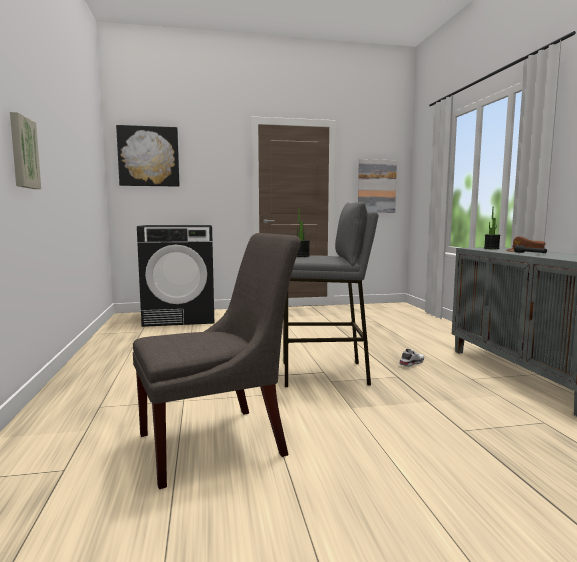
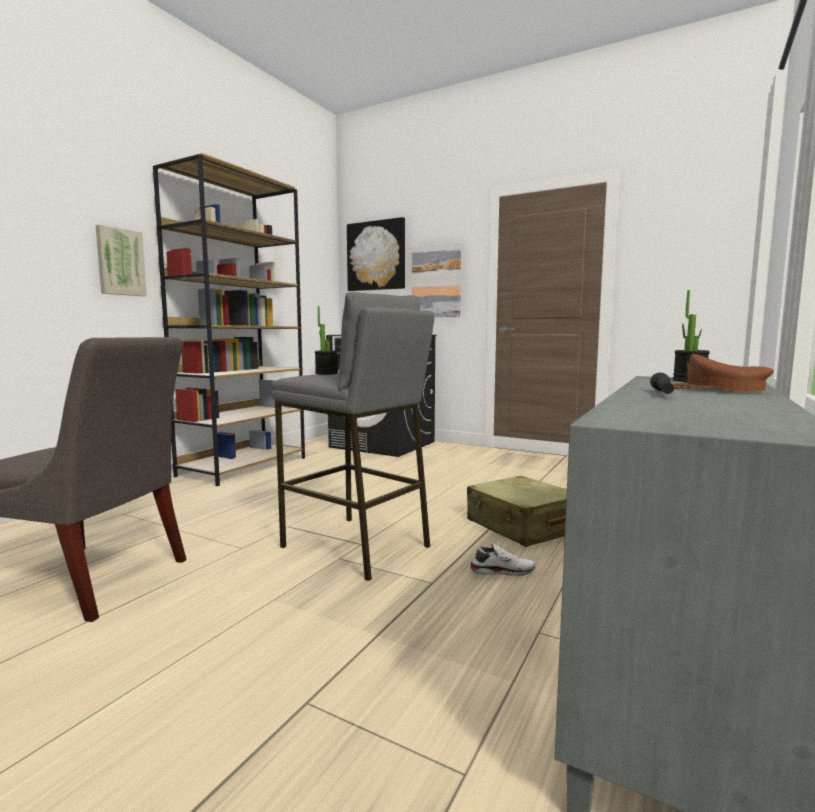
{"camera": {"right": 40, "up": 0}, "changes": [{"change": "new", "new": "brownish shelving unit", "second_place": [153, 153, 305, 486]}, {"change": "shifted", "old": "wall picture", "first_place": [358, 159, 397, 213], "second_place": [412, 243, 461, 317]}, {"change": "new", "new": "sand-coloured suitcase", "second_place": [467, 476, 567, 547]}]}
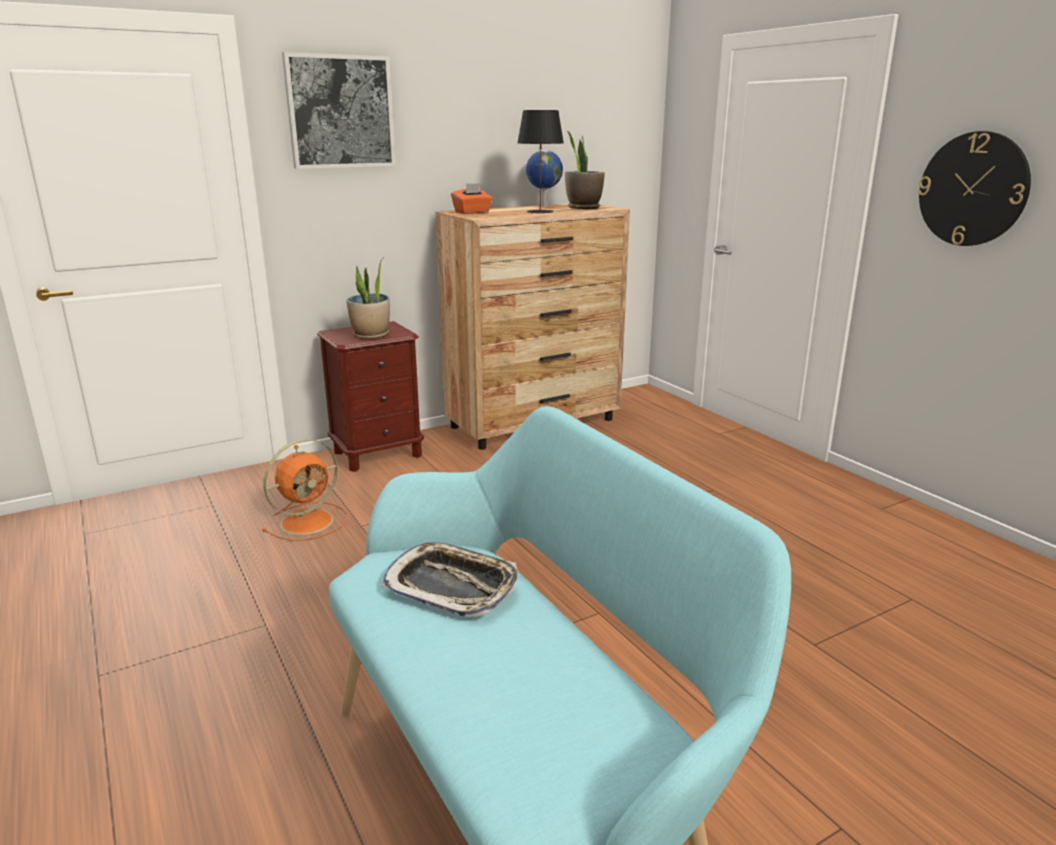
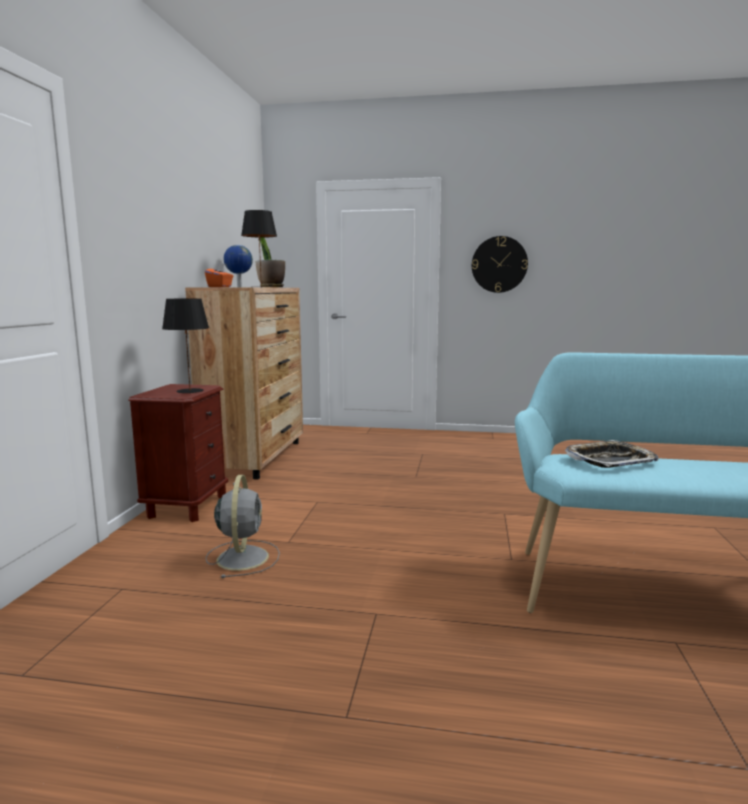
{"camera": {"right": -50, "up": -10}, "changes": [{"change": "swapped", "old": "plant in a pot", "new": "blackish tabletop lamp", "first_place": [346, 257, 390, 339], "second_place": [162, 299, 209, 393]}, {"change": "repainted", "old": "orange fan", "new": "gray fan", "first_place": [262, 439, 348, 541], "second_place": [206, 475, 280, 578]}, {"change": "gone", "old": "wall picture", "first_place": [282, 52, 396, 169]}]}
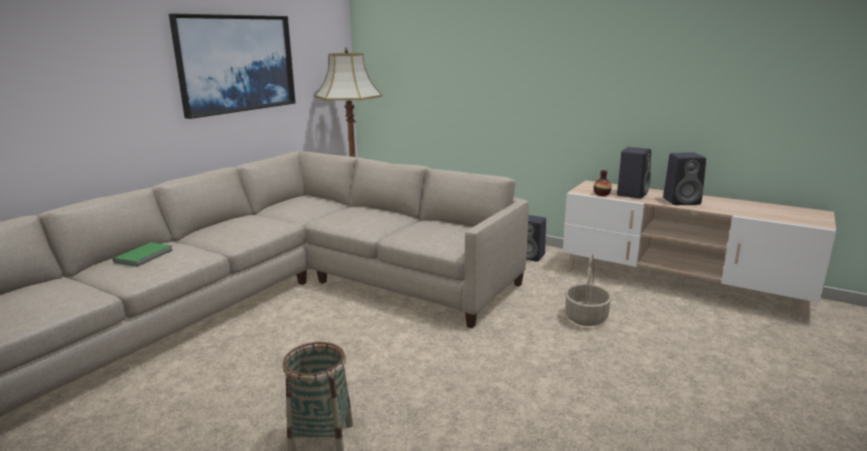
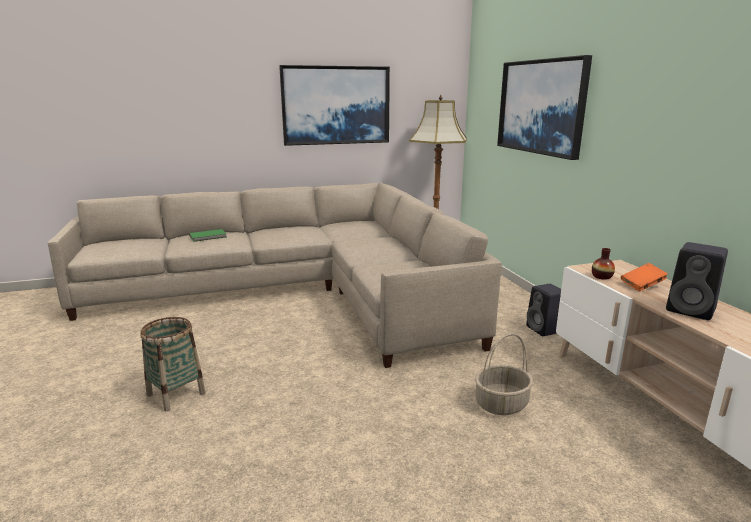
{"camera": {"right": 40, "up": 0}, "changes": [{"change": "new", "new": "wall picture", "second_place": [497, 55, 592, 160]}, {"change": "swapped", "old": "blackish audio speaker", "new": "orange book", "first_place": [617, 147, 651, 198], "second_place": [621, 263, 668, 291]}]}
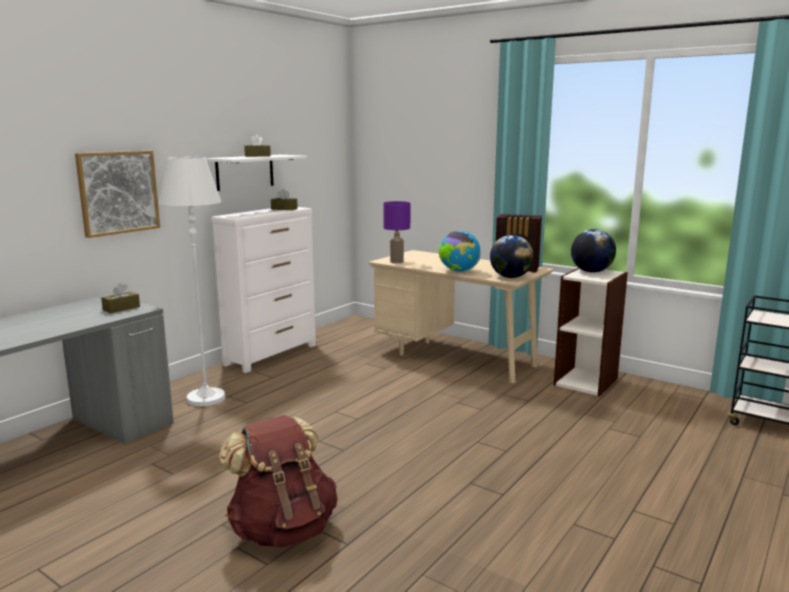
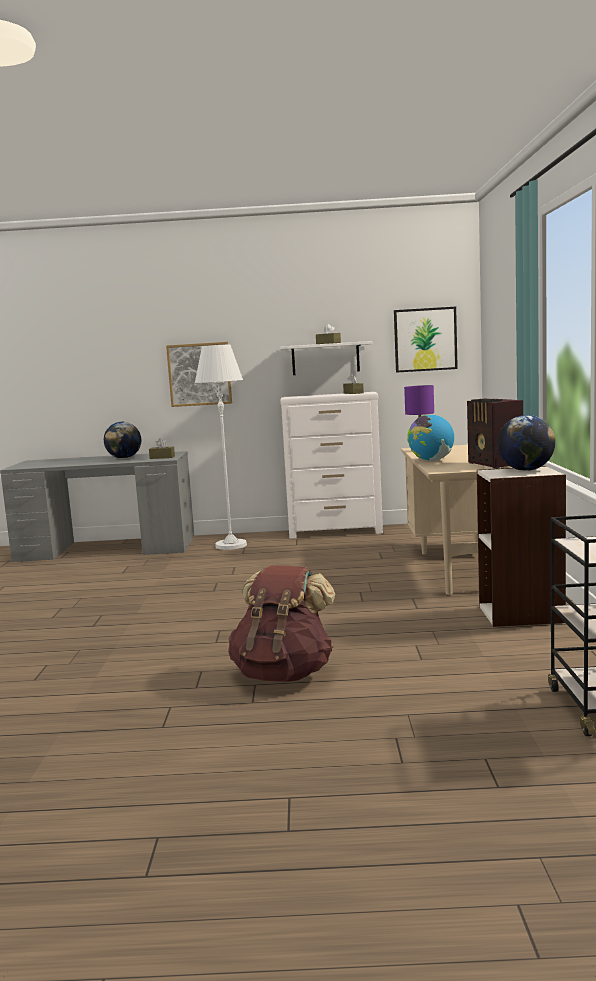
{"camera": {"right": 55, "up": -5}, "changes": [{"change": "shifted", "old": "desk globe", "first_place": [490, 235, 534, 278], "second_place": [104, 422, 141, 459]}, {"change": "shifted", "old": "brownish rucksack", "first_place": [219, 415, 337, 548], "second_place": [228, 565, 335, 682]}, {"change": "new", "new": "wall picture", "second_place": [394, 307, 458, 373]}]}
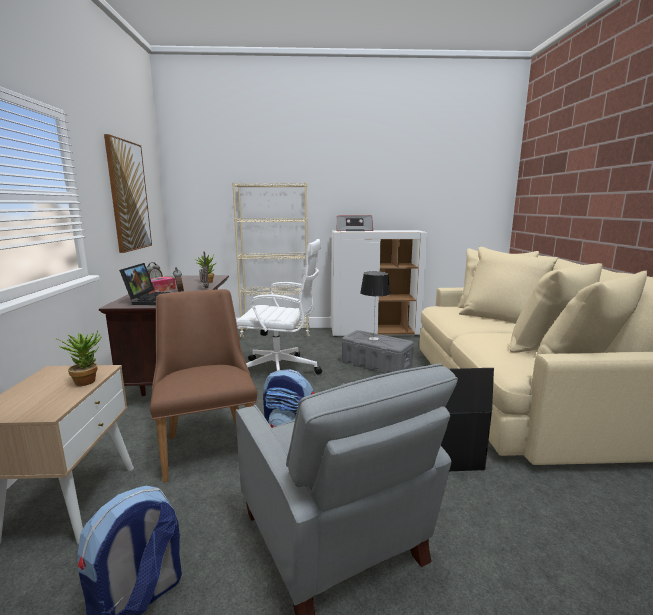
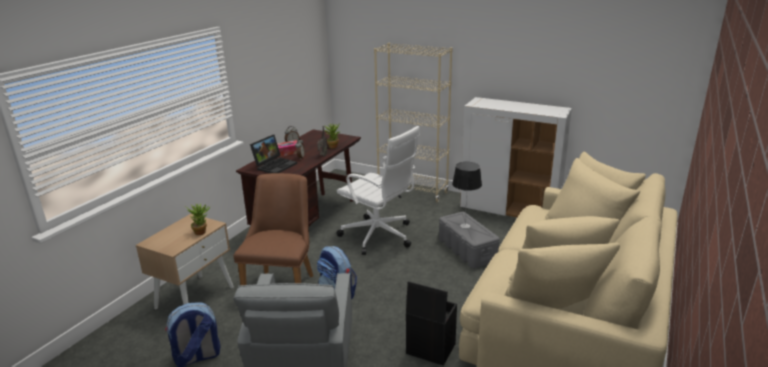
{"camera": {"right": 30, "up": 10}, "changes": [{"change": "gone", "old": "wall picture", "first_place": [104, 134, 152, 253]}, {"change": "gone", "old": "radio", "first_place": [337, 215, 373, 231]}]}
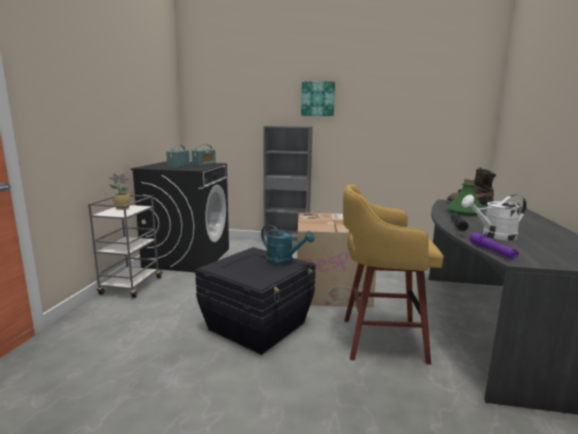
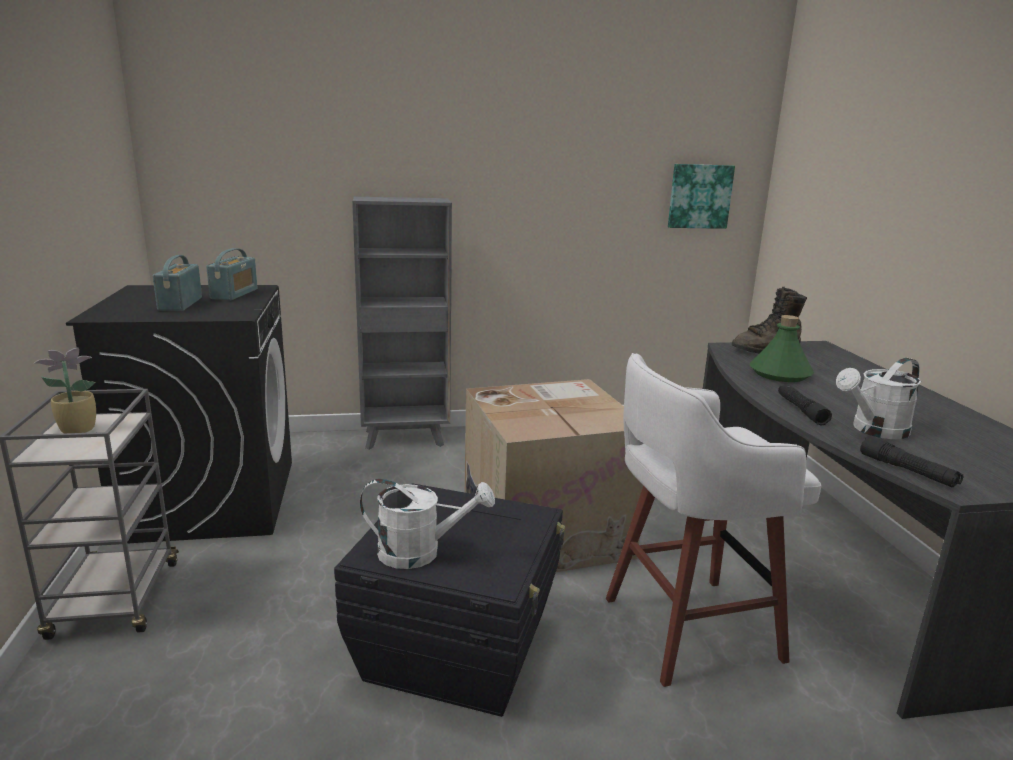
{"camera": {"right": -20, "up": 5}, "changes": [{"change": "new", "new": "white watering pot", "second_place": [359, 479, 495, 569]}, {"change": "repainted", "old": "yellow sitting stool", "new": "white sitting stool", "first_place": [343, 184, 444, 365], "second_place": [606, 353, 822, 687]}, {"change": "shifted", "old": "wall picture", "first_place": [301, 82, 335, 116], "second_place": [668, 164, 735, 229]}, {"change": "repainted", "old": "purplish hand torch", "new": "blackish hand torch", "first_place": [469, 232, 519, 259], "second_place": [860, 436, 963, 487]}, {"change": "gone", "old": "turquoise watering pot", "first_place": [261, 224, 315, 265]}]}
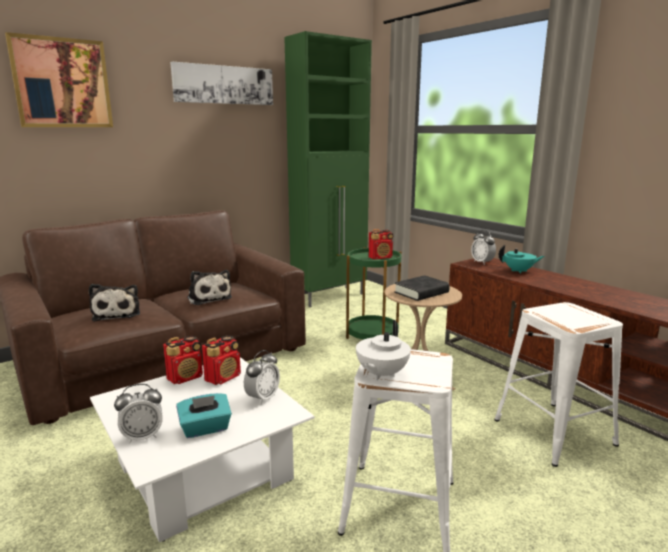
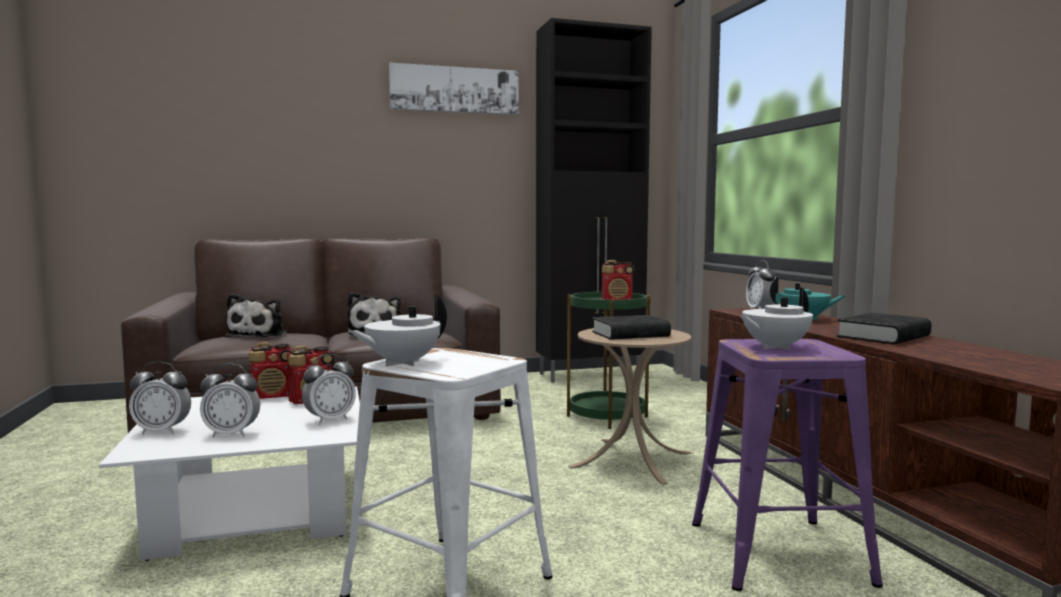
{"camera": {"right": 20, "up": -10}, "changes": [{"change": "swapped", "old": "turquoise tissue holder", "new": "table clock", "first_place": [176, 393, 232, 438], "second_place": [200, 364, 260, 437]}, {"change": "repainted", "old": "green-coloured cupboard", "new": "blackish cupboard", "first_place": [284, 31, 372, 307], "second_place": [536, 18, 652, 383]}, {"change": "repainted", "old": "white sitting stool", "new": "purplish sitting stool", "first_place": [494, 302, 623, 467], "second_place": [692, 339, 883, 591]}, {"change": "new", "new": "white tea pot", "second_place": [741, 287, 813, 350]}, {"change": "new", "new": "blackish book", "second_place": [837, 313, 931, 344]}, {"change": "gone", "old": "wall picture", "first_place": [5, 32, 113, 127]}]}
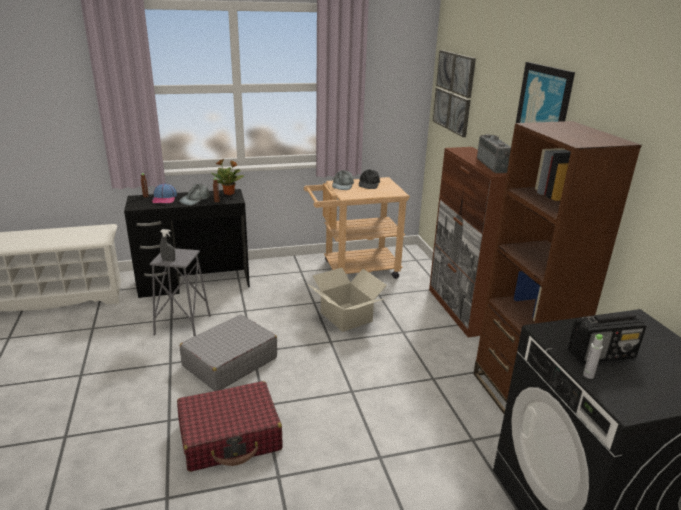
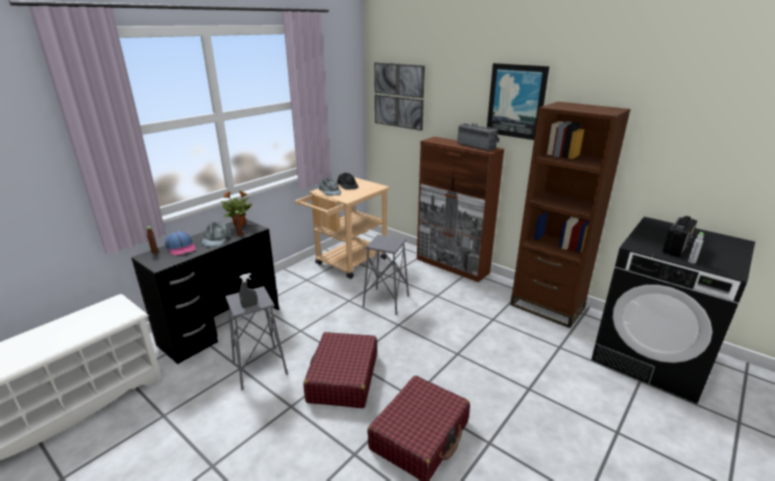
{"camera": {"right": -35, "up": 0}, "changes": [{"change": "repainted", "old": "gray suitcase", "new": "red suitcase", "first_place": [180, 315, 277, 391], "second_place": [304, 332, 377, 408]}, {"change": "swapped", "old": "packing box", "new": "gray sitting stool", "first_place": [308, 268, 387, 332], "second_place": [363, 235, 409, 315]}]}
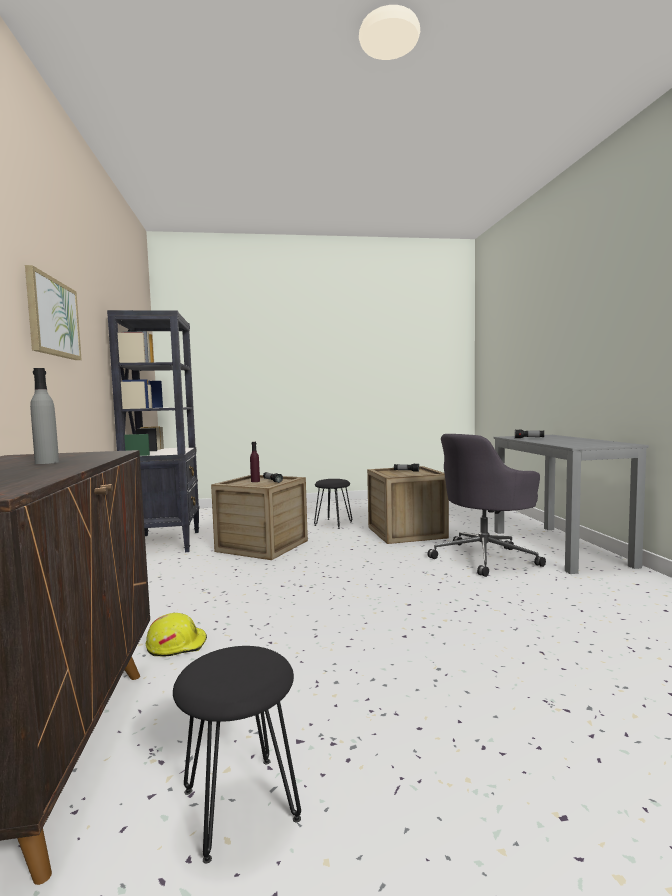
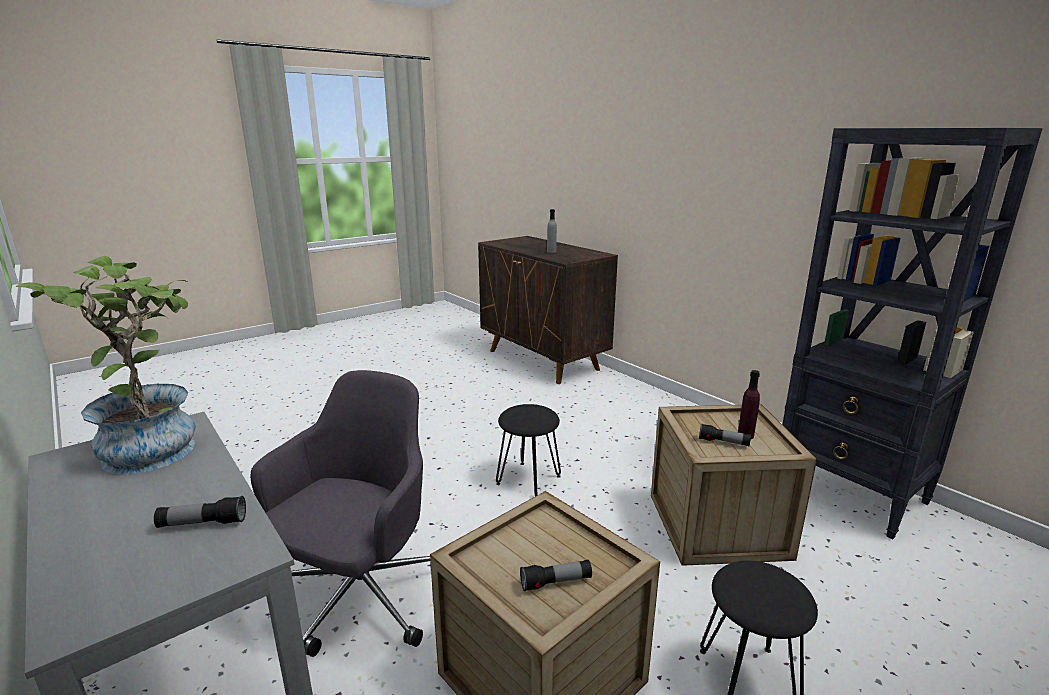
{"camera": {"right": 150, "up": 15}, "changes": [{"change": "new", "new": "plant in a pot", "second_place": [16, 256, 196, 474]}, {"change": "shifted", "old": "blackish sitting stool", "first_place": [173, 646, 301, 863], "second_place": [496, 404, 561, 496]}, {"change": "gone", "old": "wall picture", "first_place": [25, 265, 82, 360]}, {"change": "gone", "old": "yellow work helmet", "first_place": [146, 613, 207, 657]}]}
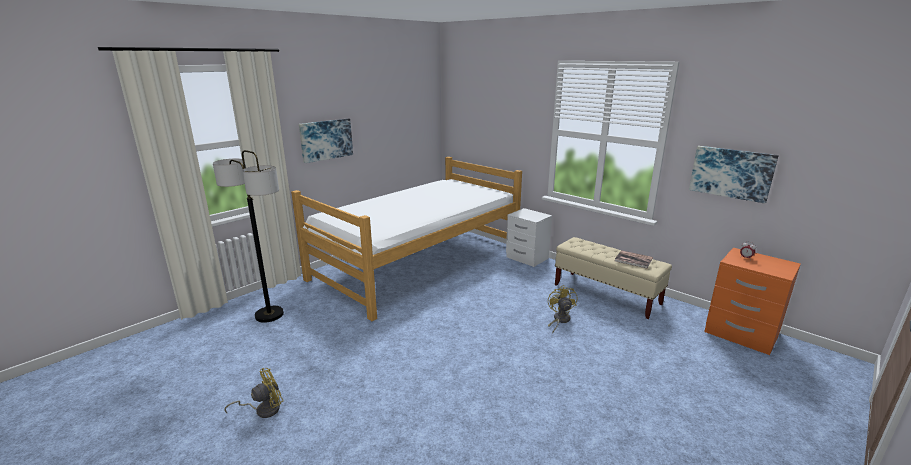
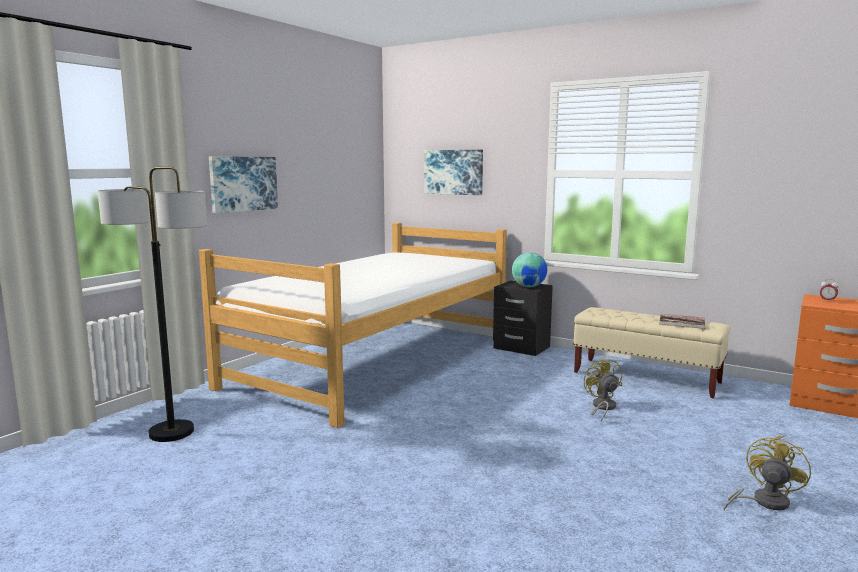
{"camera": {"right": -10, "up": -10}, "changes": [{"change": "shifted", "old": "wall picture", "first_place": [689, 146, 779, 204], "second_place": [424, 150, 483, 195]}, {"change": "repainted", "old": "white night table", "new": "blackish night table", "first_place": [506, 208, 552, 267], "second_place": [493, 281, 553, 356]}, {"change": "new", "new": "desk globe", "second_place": [512, 252, 547, 287]}, {"change": "shifted", "old": "yellow fan", "first_place": [224, 368, 283, 418], "second_place": [724, 436, 811, 511]}]}
